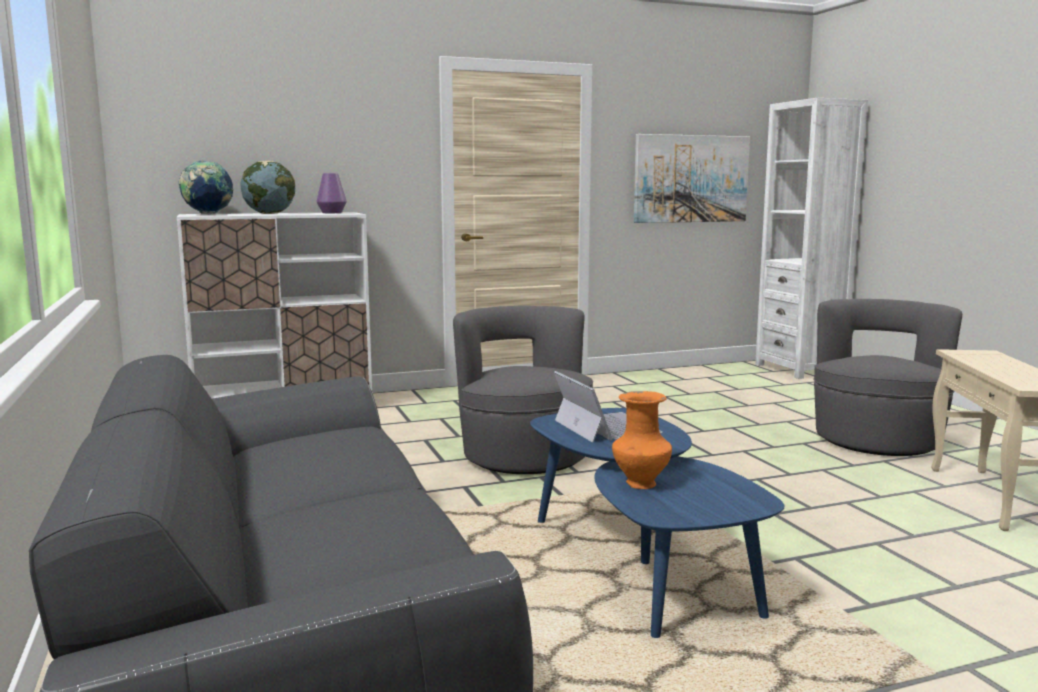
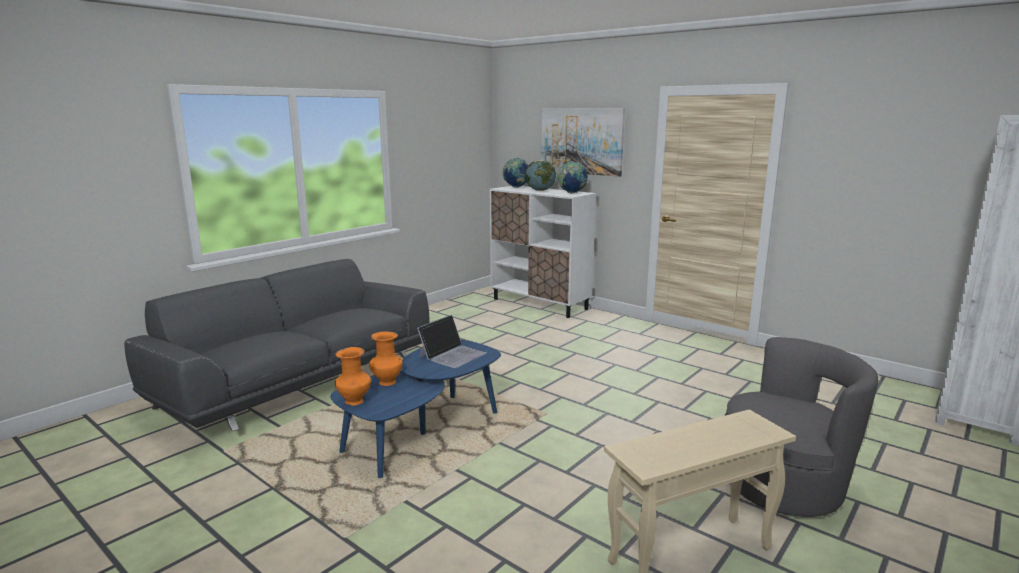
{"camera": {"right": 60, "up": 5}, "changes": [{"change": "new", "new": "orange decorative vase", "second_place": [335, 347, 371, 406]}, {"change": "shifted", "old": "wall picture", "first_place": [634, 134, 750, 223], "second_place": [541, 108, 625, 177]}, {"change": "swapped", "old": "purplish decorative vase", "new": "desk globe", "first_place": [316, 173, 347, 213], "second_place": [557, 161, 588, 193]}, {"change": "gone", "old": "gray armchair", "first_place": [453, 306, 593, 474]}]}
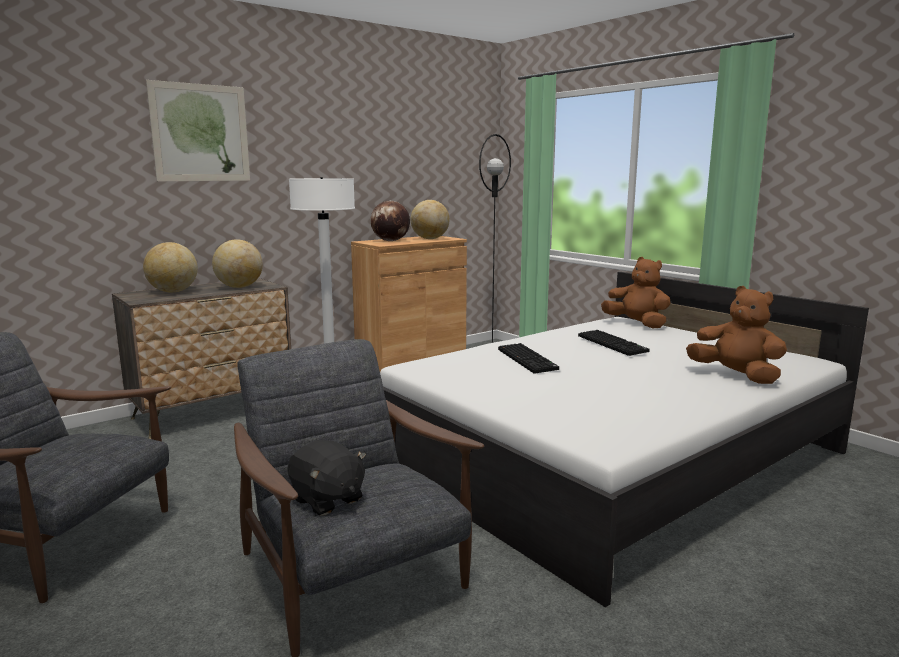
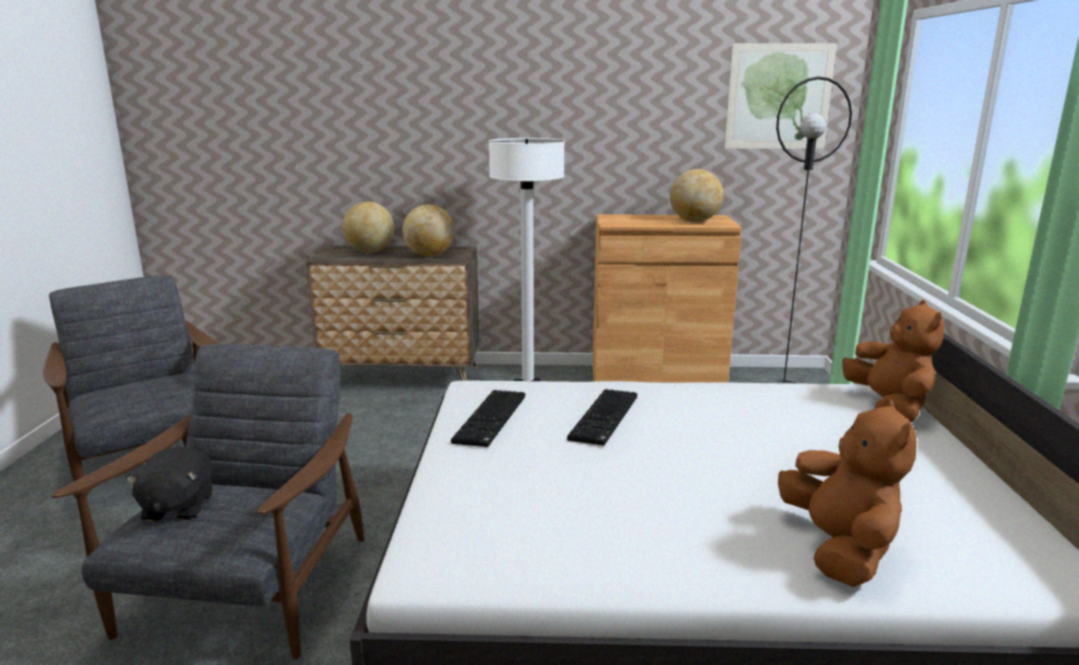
{"camera": {"right": 40, "up": 5}, "changes": [{"change": "shifted", "old": "PC keyboard", "first_place": [578, 330, 650, 356], "second_place": [451, 390, 525, 447]}, {"change": "shifted", "old": "wall picture", "first_place": [146, 80, 250, 182], "second_place": [724, 43, 837, 149]}, {"change": "gone", "old": "desk globe", "first_place": [370, 201, 410, 241]}]}
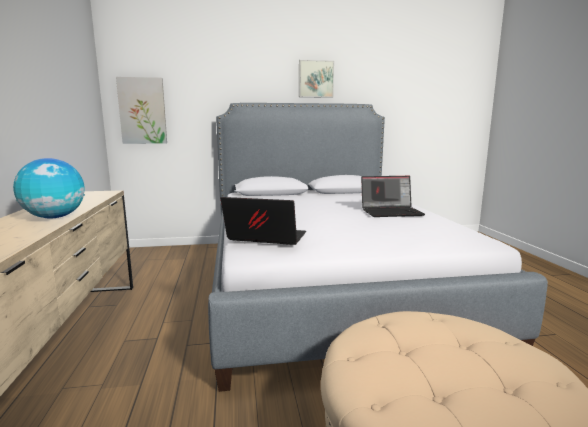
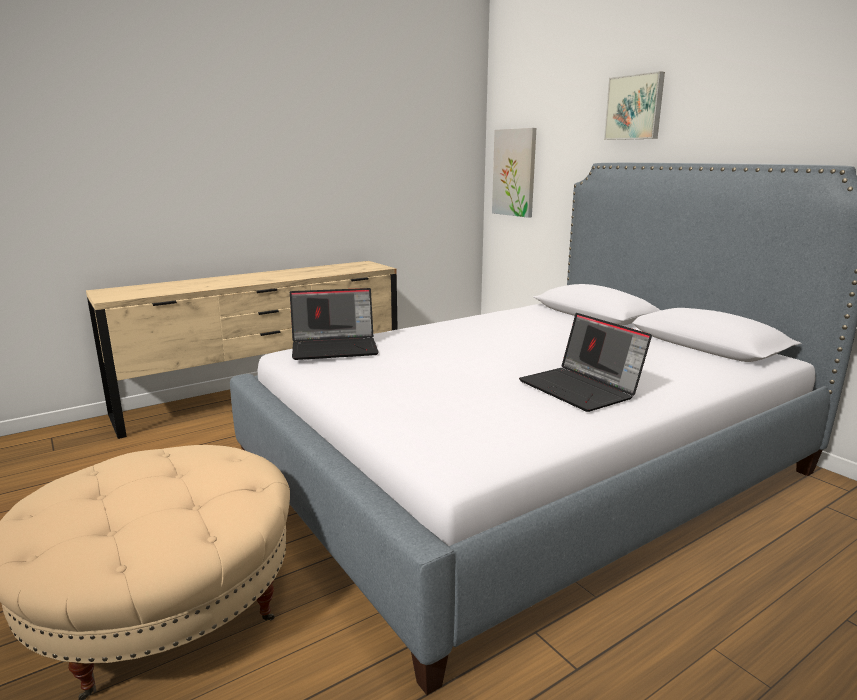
{"camera": {"right": 65, "up": 5}, "changes": [{"change": "rotated", "old": "notebook computer", "first_place": [221, 197, 306, 245], "second_place": [290, 288, 379, 360], "degrees": 90}, {"change": "shifted", "old": "wall picture", "first_place": [299, 60, 334, 98], "second_place": [604, 71, 665, 140]}, {"change": "gone", "old": "desk globe", "first_place": [13, 158, 85, 218]}]}
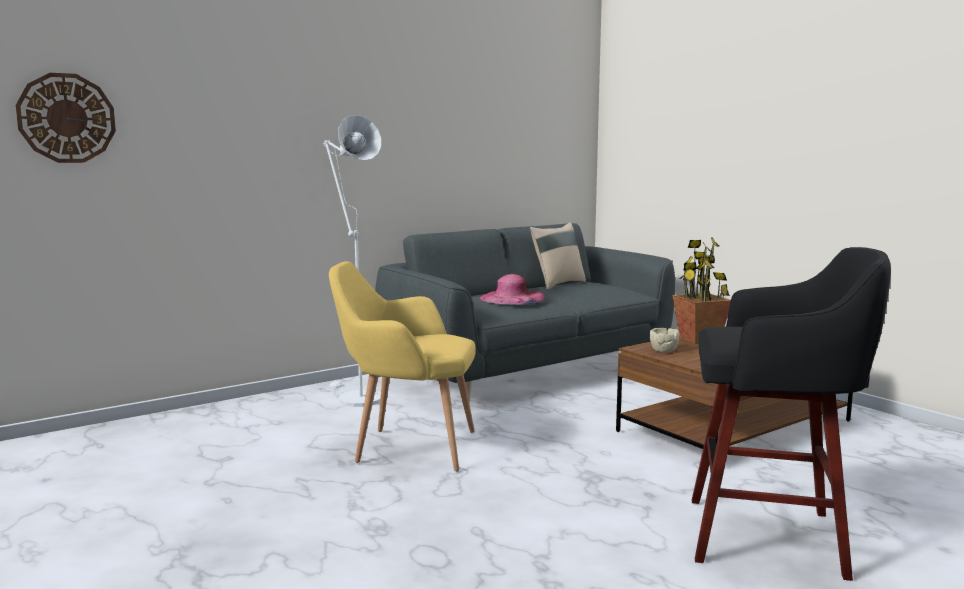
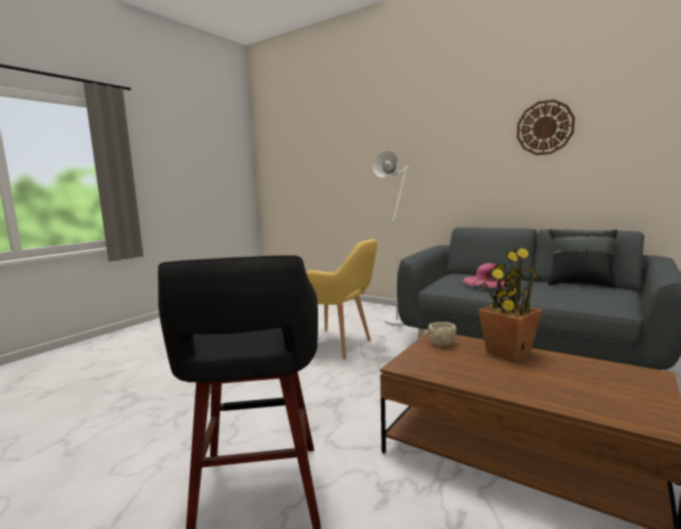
{"camera": {"right": 70, "up": 0}, "changes": [{"change": "rotated", "old": "yellow armchair", "first_place": [329, 261, 476, 472], "second_place": [306, 239, 377, 359], "degrees": 135}, {"change": "shifted", "old": "hanging clock", "first_place": [16, 73, 116, 163], "second_place": [517, 99, 575, 155]}, {"change": "repainted", "old": "sand-coloured pillow", "new": "blackish pillow", "first_place": [530, 223, 586, 290], "second_place": [548, 229, 617, 288]}]}
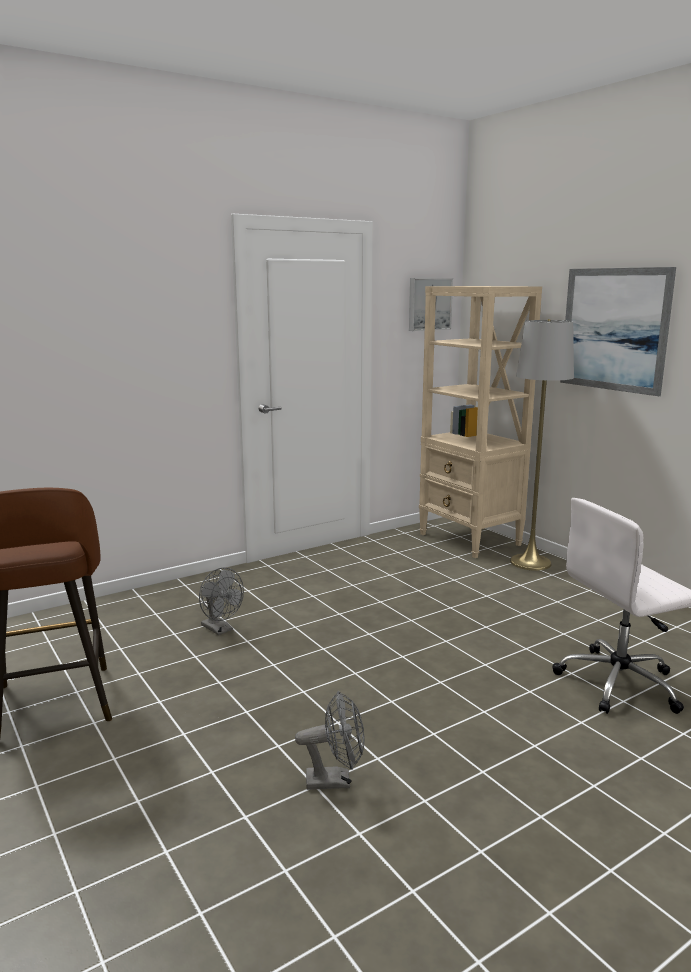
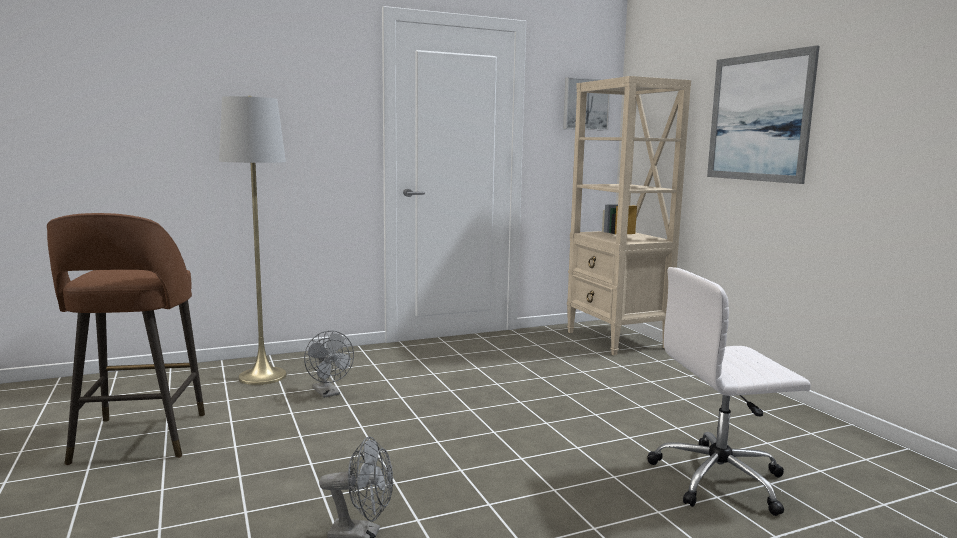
{"camera": {"right": 10, "up": -5}, "changes": [{"change": "shifted", "old": "gray standing lamp", "first_place": [510, 319, 574, 571], "second_place": [219, 96, 287, 385]}]}
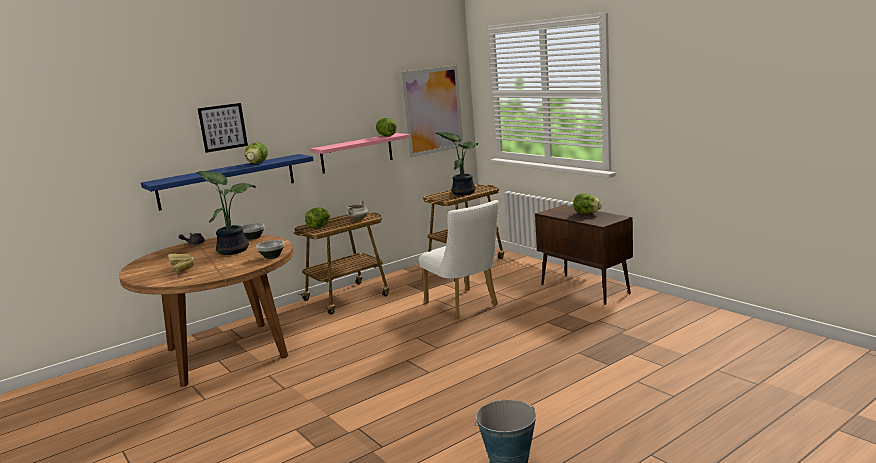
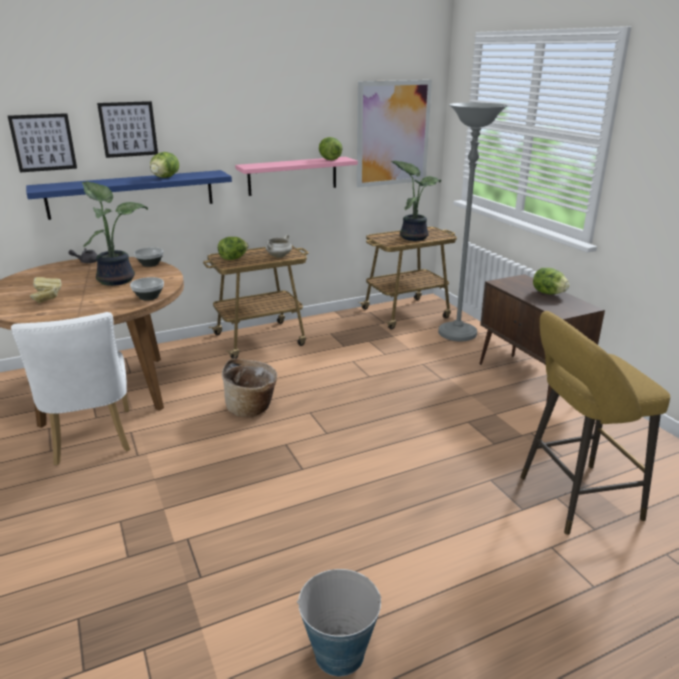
{"camera": {"right": 10, "up": 10}, "changes": [{"change": "new", "new": "wall picture", "second_place": [8, 113, 77, 173]}, {"change": "shifted", "old": "white chair", "first_place": [419, 200, 499, 318], "second_place": [11, 312, 130, 465]}, {"change": "new", "new": "household basket", "second_place": [222, 359, 277, 417]}, {"change": "new", "new": "gray standing lamp", "second_place": [438, 103, 508, 342]}, {"change": "new", "new": "yellow sitting stool", "second_place": [520, 311, 670, 535]}]}
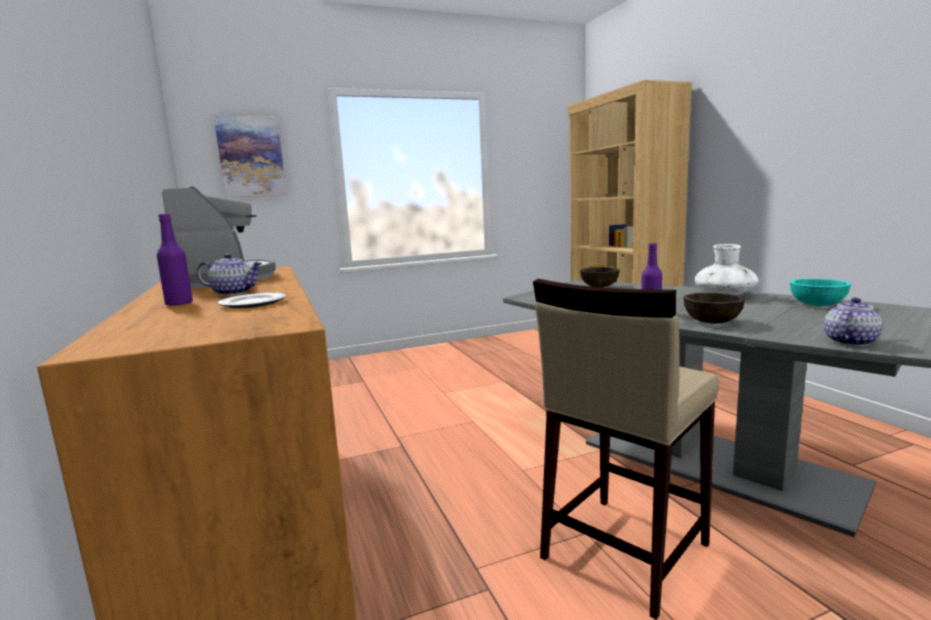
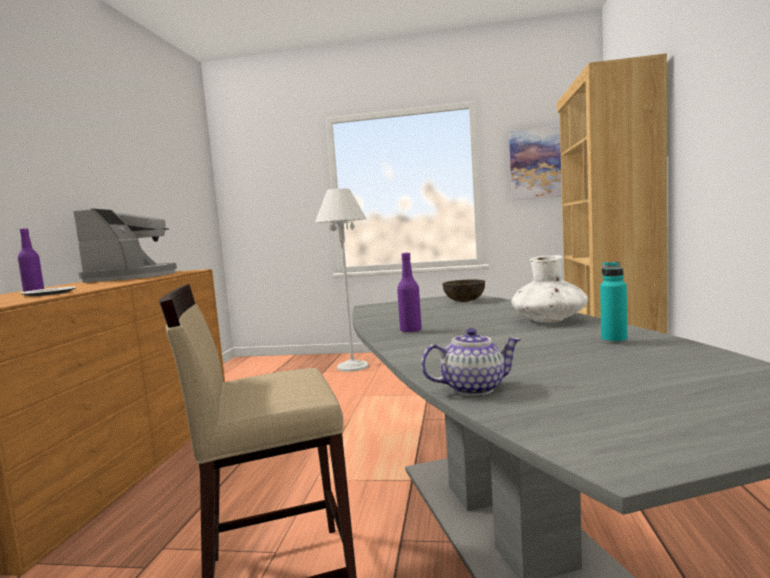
{"camera": {"right": 30, "up": -5}, "changes": [{"change": "new", "new": "white standing lamp", "second_place": [315, 188, 369, 372]}, {"change": "shifted", "old": "wall picture", "first_place": [214, 116, 287, 198], "second_place": [509, 126, 562, 200]}, {"change": "swapped", "old": "turquoise bowl", "new": "turquoise beverage bottle", "first_place": [790, 279, 851, 306], "second_place": [600, 261, 627, 344]}, {"change": "gone", "old": "tea pot", "first_place": [197, 253, 262, 296]}, {"change": "gone", "old": "brownish bowl", "first_place": [684, 293, 745, 324]}]}
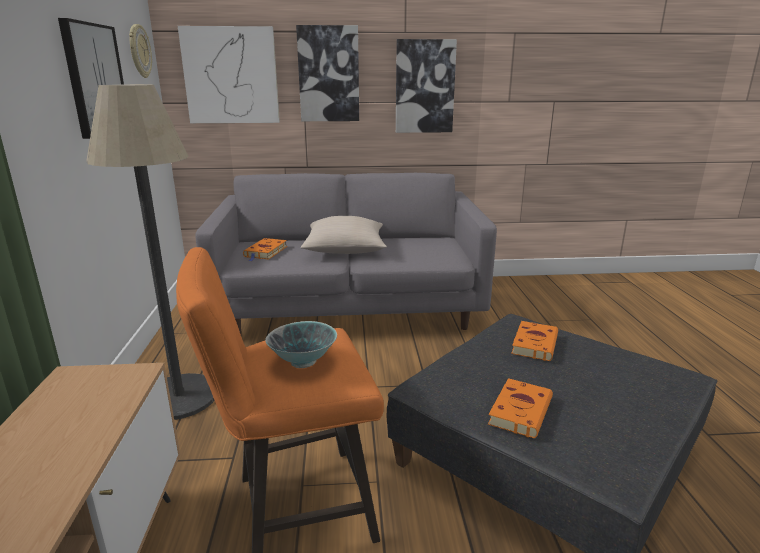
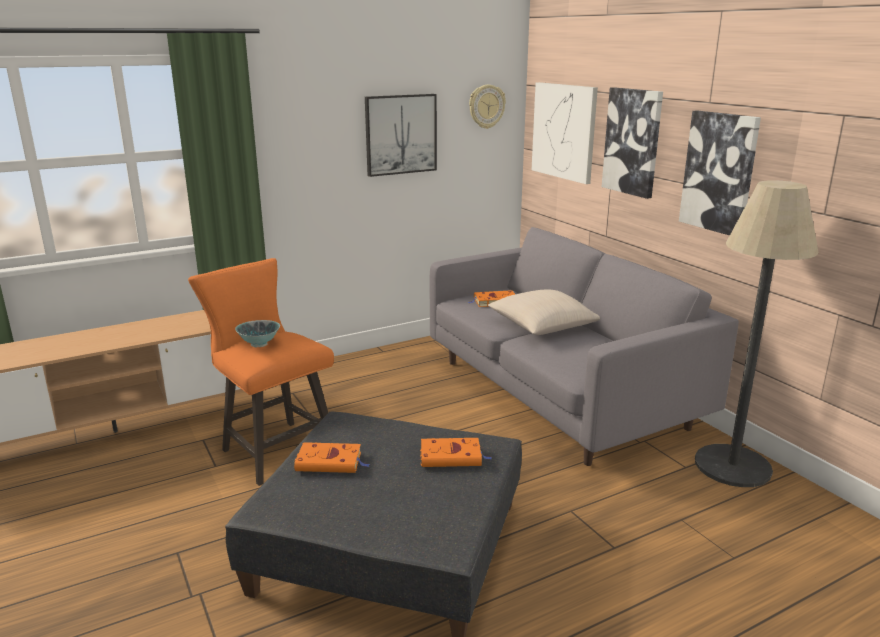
{"camera": {"right": 65, "up": 0}, "changes": [{"change": "shifted", "old": "standing lamp", "first_place": [86, 84, 214, 420], "second_place": [695, 180, 819, 487]}]}
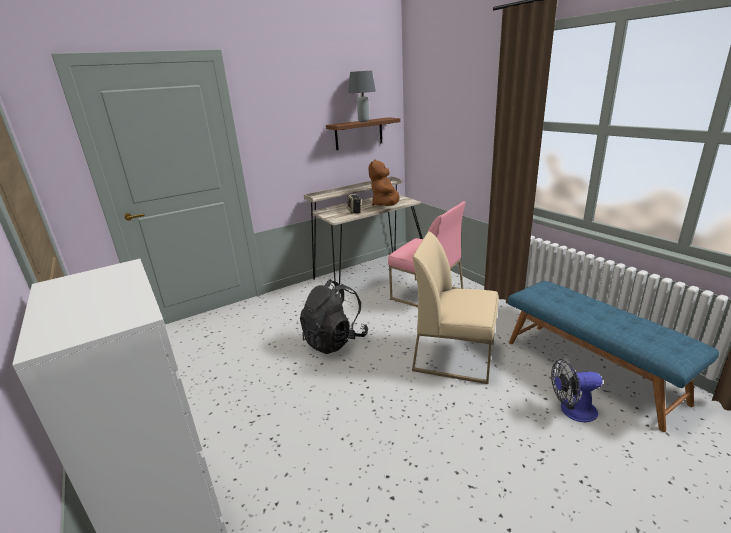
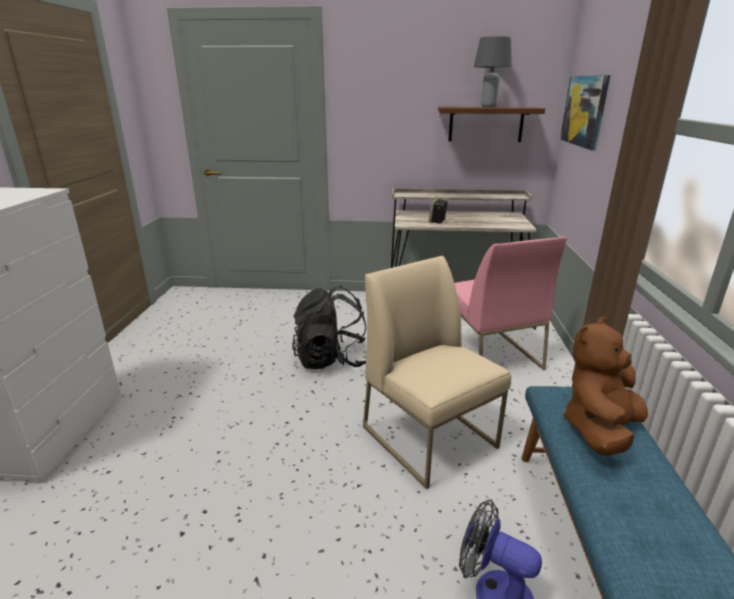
{"camera": {"right": 35, "up": 0}, "changes": [{"change": "new", "new": "wall picture", "second_place": [560, 75, 610, 150]}, {"change": "shifted", "old": "brownish soft toy", "first_place": [369, 160, 400, 206], "second_place": [563, 317, 648, 456]}]}
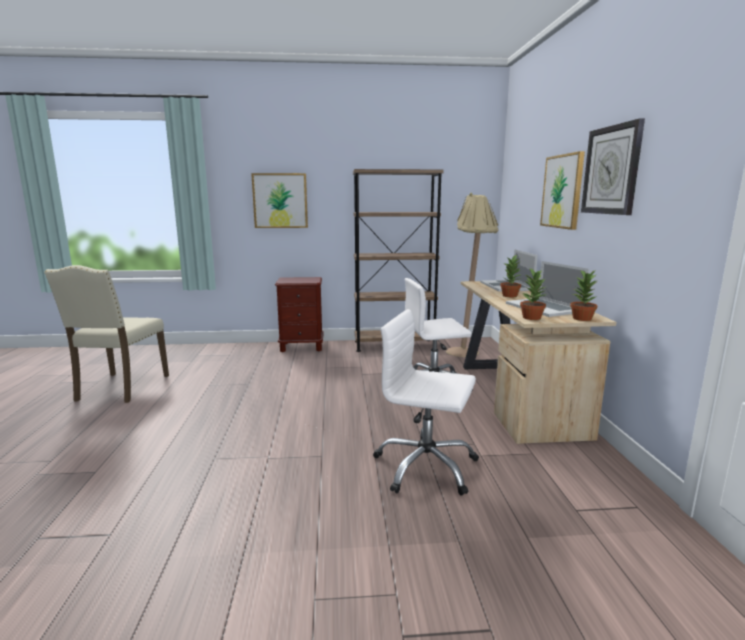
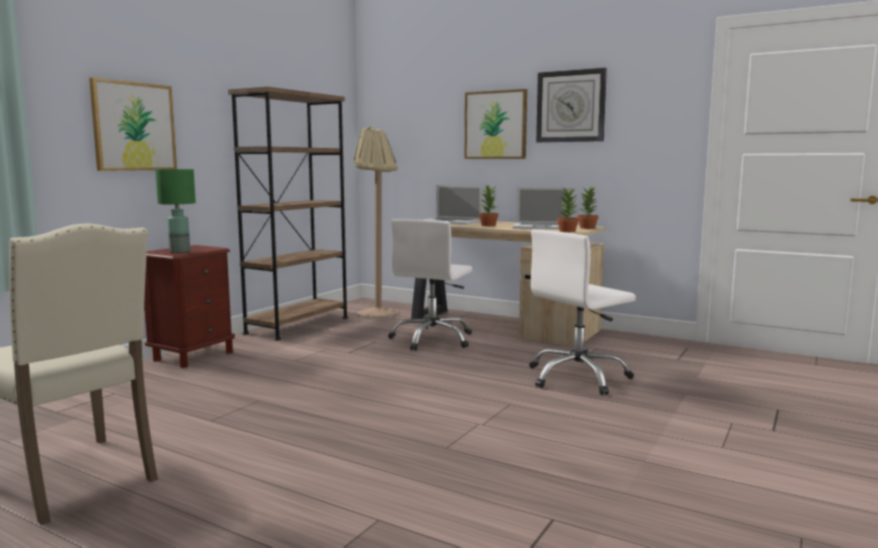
{"camera": {"right": -55, "up": -5}, "changes": [{"change": "new", "new": "green-coloured tabletop lamp", "second_place": [155, 169, 196, 253]}]}
